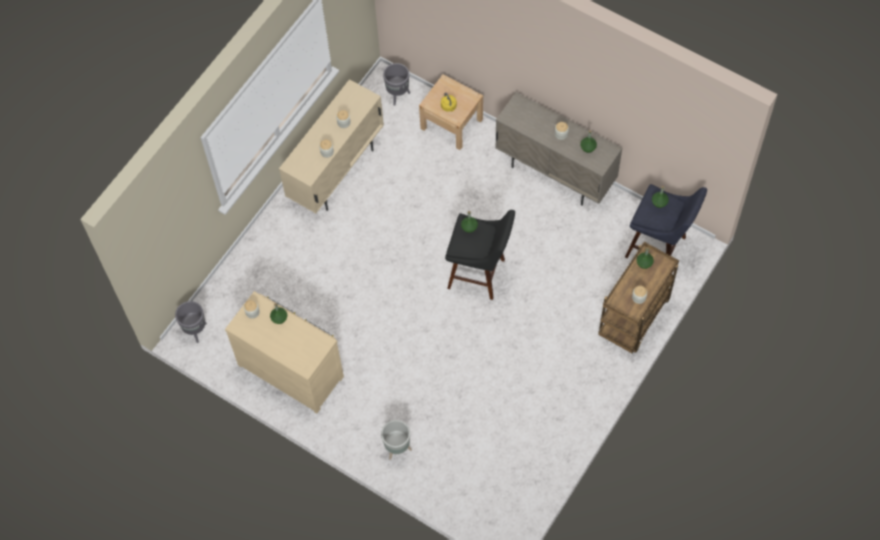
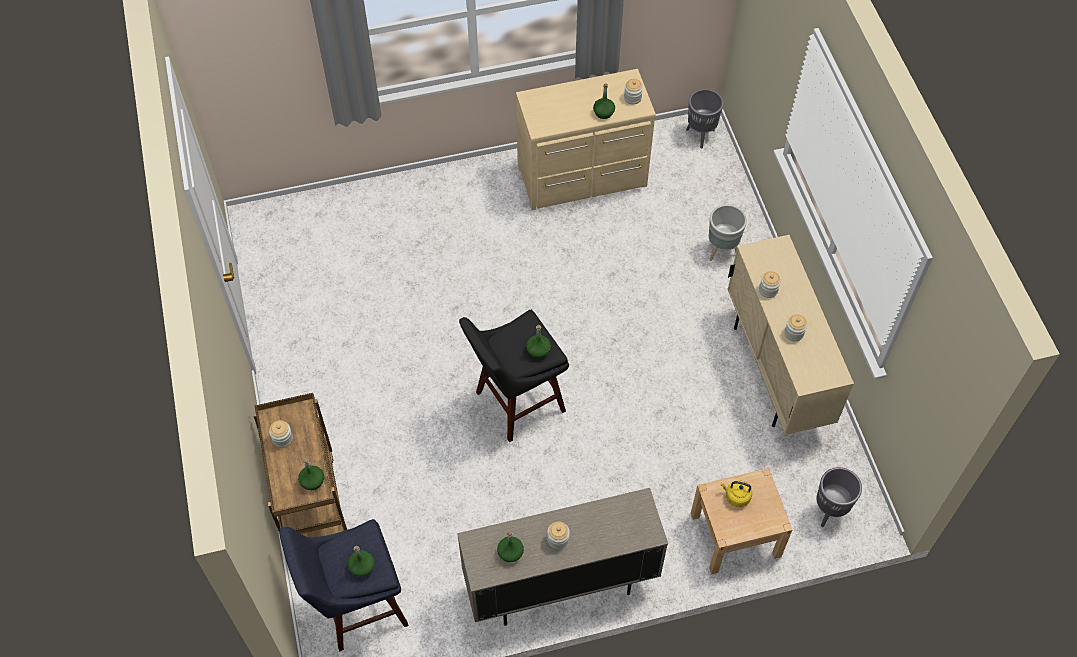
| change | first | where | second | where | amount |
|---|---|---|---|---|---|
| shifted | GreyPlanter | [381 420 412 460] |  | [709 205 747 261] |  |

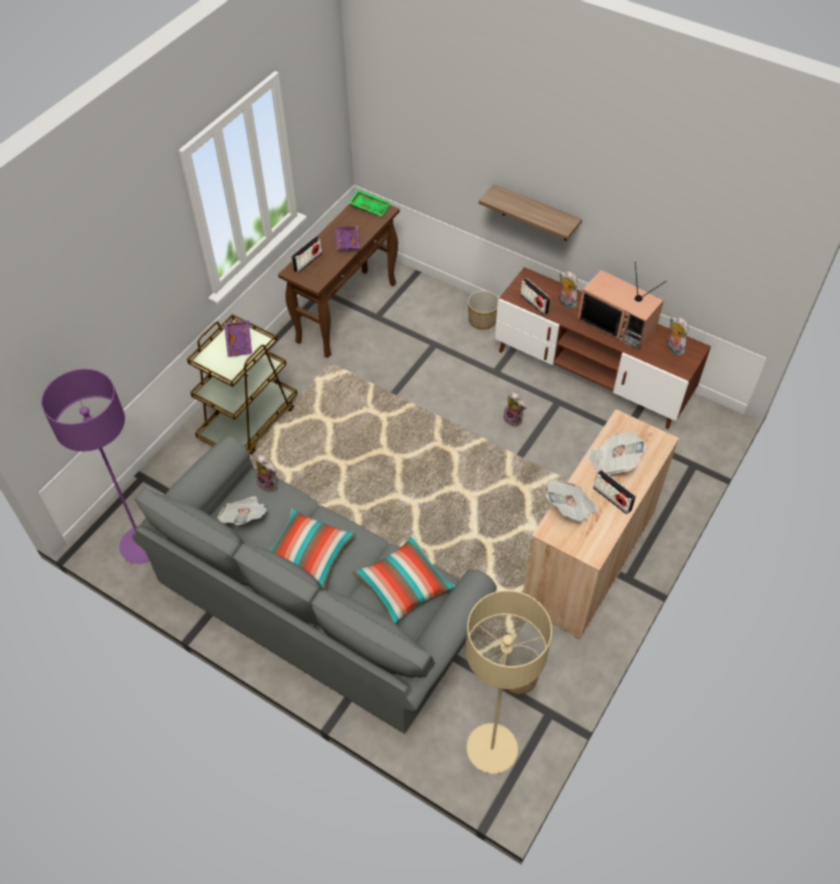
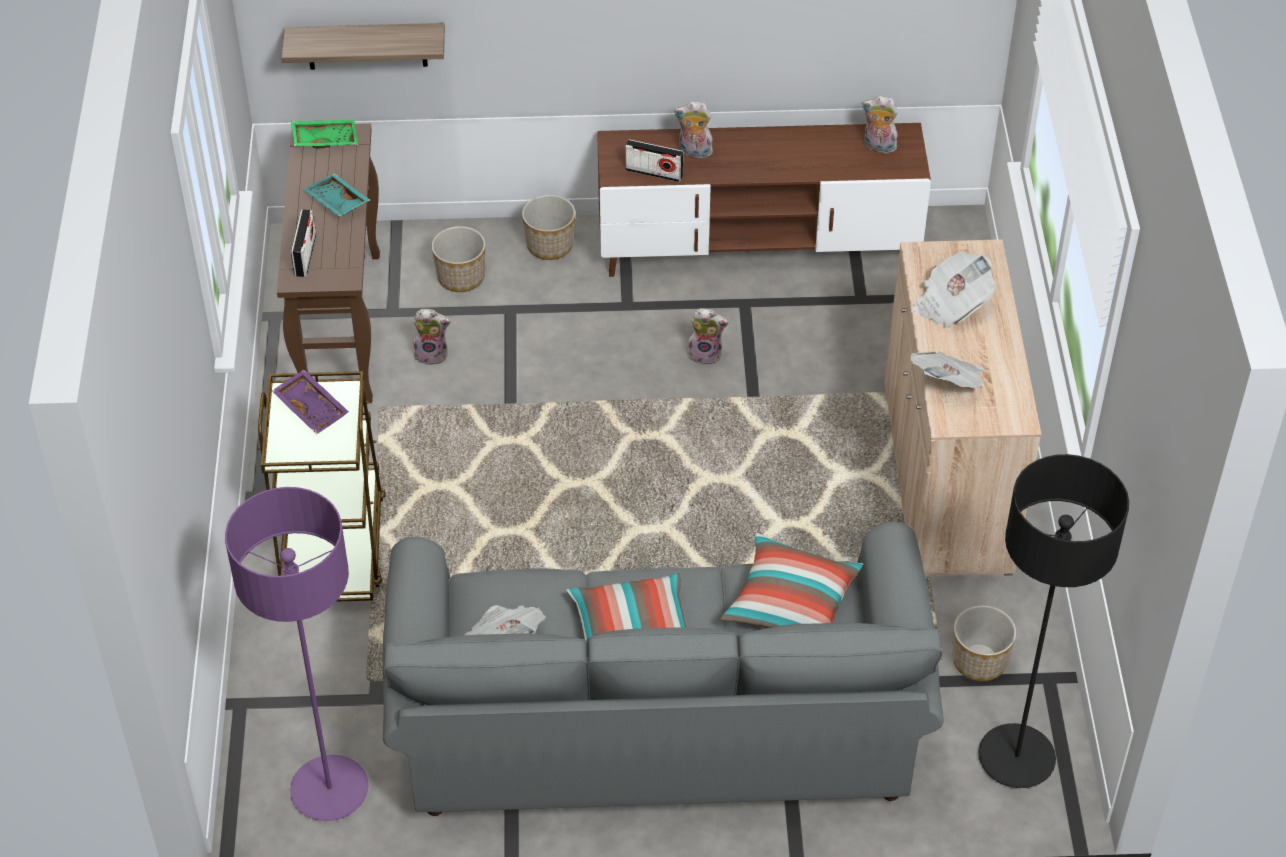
| change | first | where | second | where | amount |
|---|---|---|---|---|---|
| shifted | PlushToy | [255 455 278 492] |  | [413 309 451 365] |  |
| repainted | PurpleTray | [335 226 360 249] | TurquoiseTray | [304 173 370 217] |  |
| repainted | BeigeFloorLamp | [466 590 552 774] | BlackFloorLamp | [978 454 1129 788] |  |
| shifted | Shelf | [479 184 582 241] |  | [282 23 445 69] |  |
| gone | Television | [578 262 667 350] |  |  |  |
| gone | Radio | [593 470 636 514] |  |  |  |
| new |  |  | Planter | [431 226 486 292] |  |

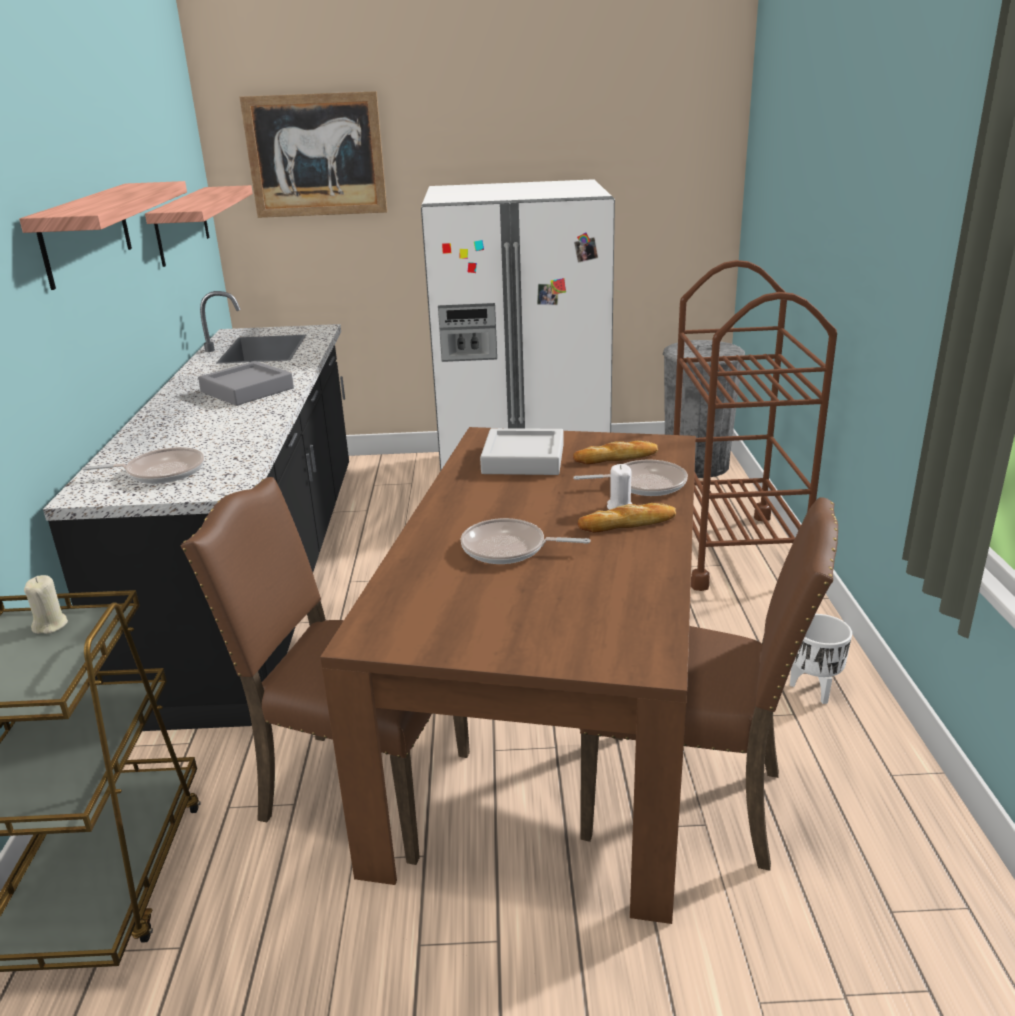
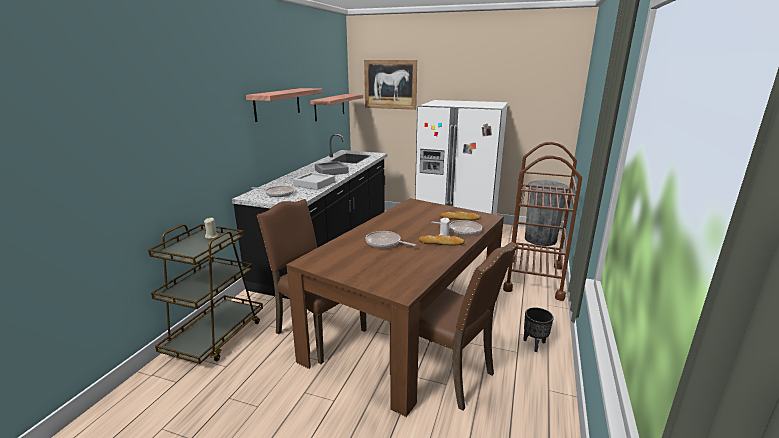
| change | first | where | second | where | amount |
|---|---|---|---|---|---|
| shifted | GreyTray | [480 428 564 475] |  | [293 172 335 190] |  |
| repainted | WhitePlanter | [790 614 852 704] | BlackPlanter | [523 307 554 352] |  |

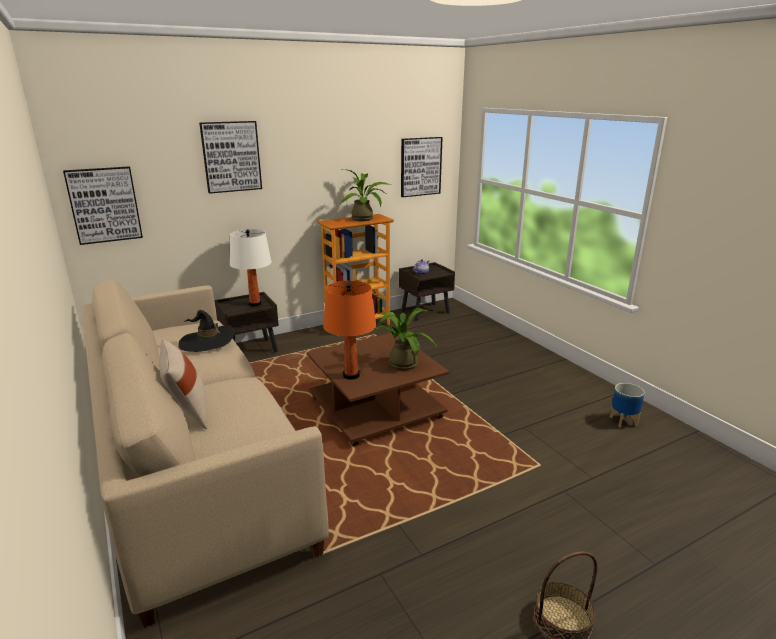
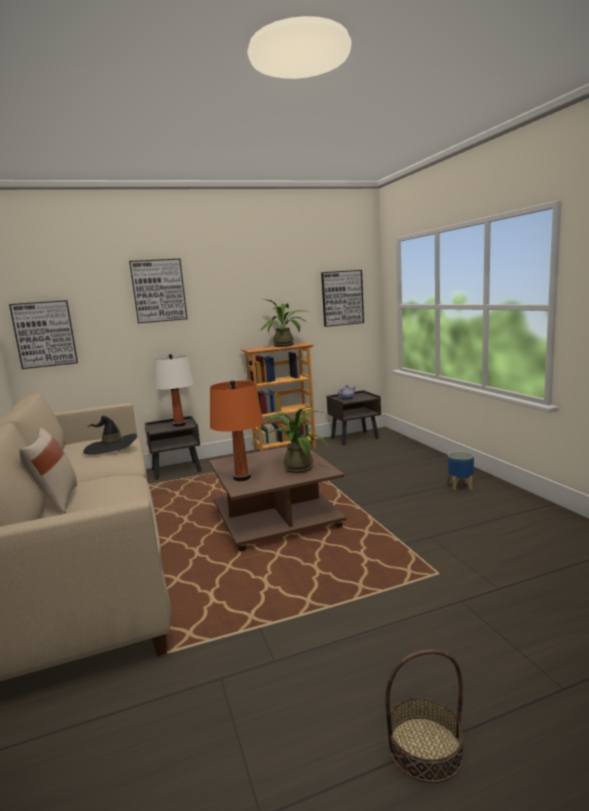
| change | first | where | second | where | amount |
|---|---|---|---|---|---|
| shifted | Planter | [610 383 645 428] |  | [448 451 474 490] |  |

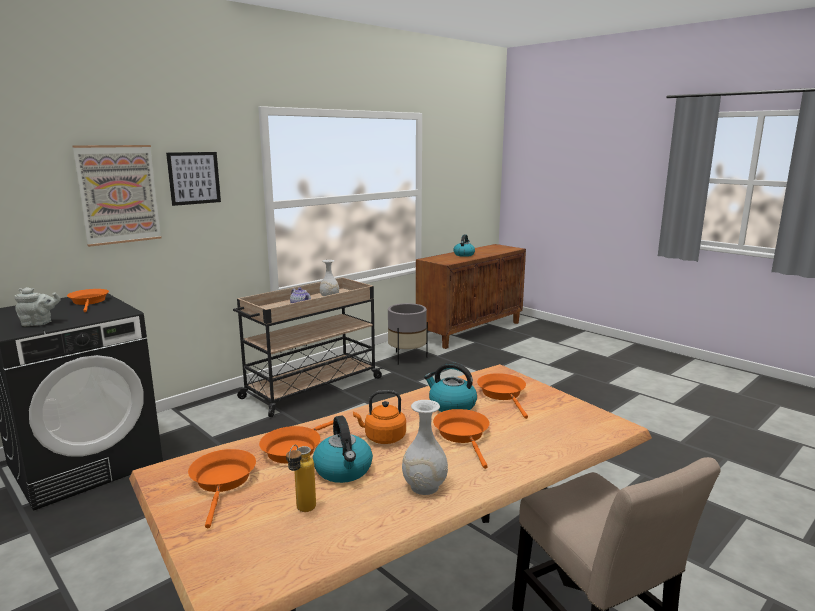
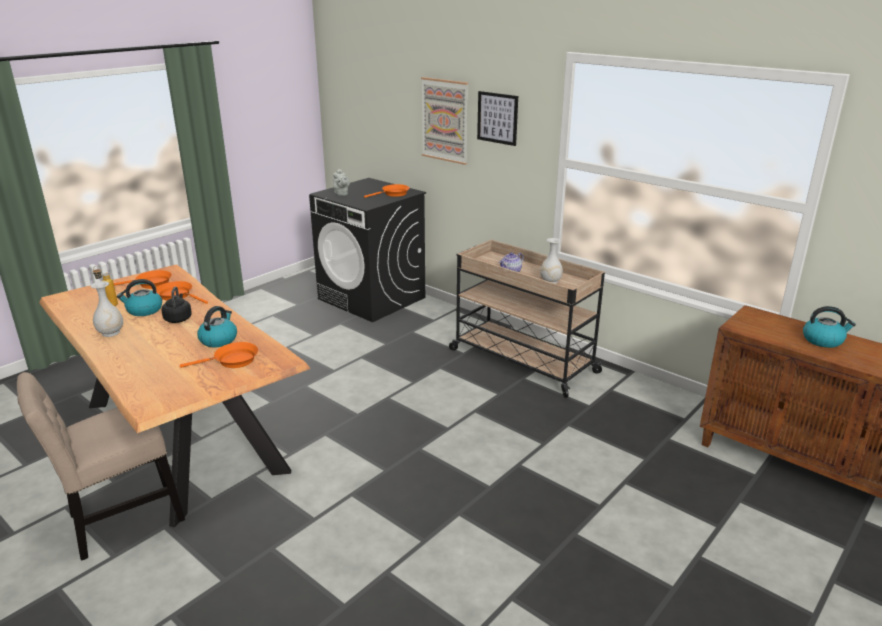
| change | first | where | second | where | amount |
|---|---|---|---|---|---|
| repainted | OrangeKettle | [353 390 406 444] | BlackKettle | [161 287 192 323] |  |
| gone | GreyPlanter | [388 303 428 365] |  |  |  |
| gone | OrangeFryingPan | [433 409 489 469] |  |  |  |

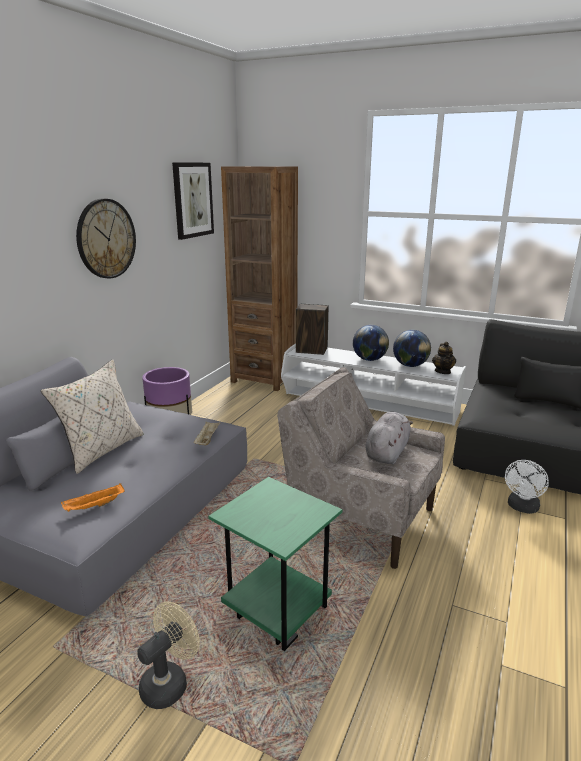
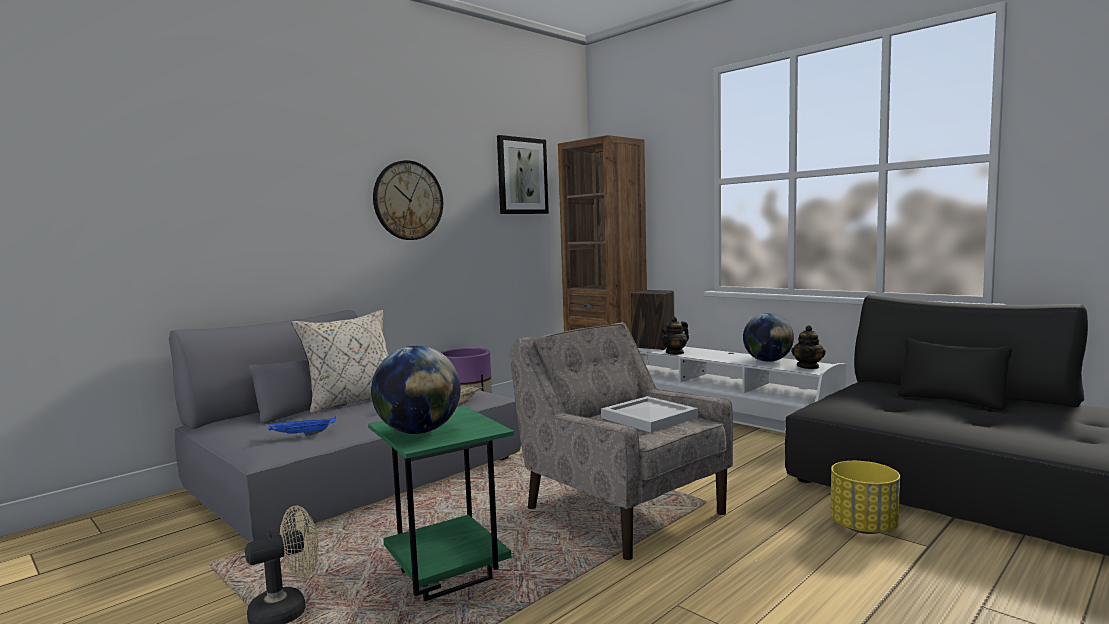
| change | first | where | second | where | amount |
|---|---|---|---|---|---|
| repainted | OrangeTray | [61 483 125 512] | BlueTray | [268 416 336 436] |  |
| shifted | Globe | [353 325 389 361] |  | [371 346 461 434] |  |
| swapped | GreyPlushToy | [365 412 413 465] | WhiteTray | [601 396 698 433] |  |
| swapped | WhiteFan | [505 460 549 514] | YellowPlanter | [830 461 900 534] |  |
| new |  |  | Teapot | [660 316 689 355] |  |

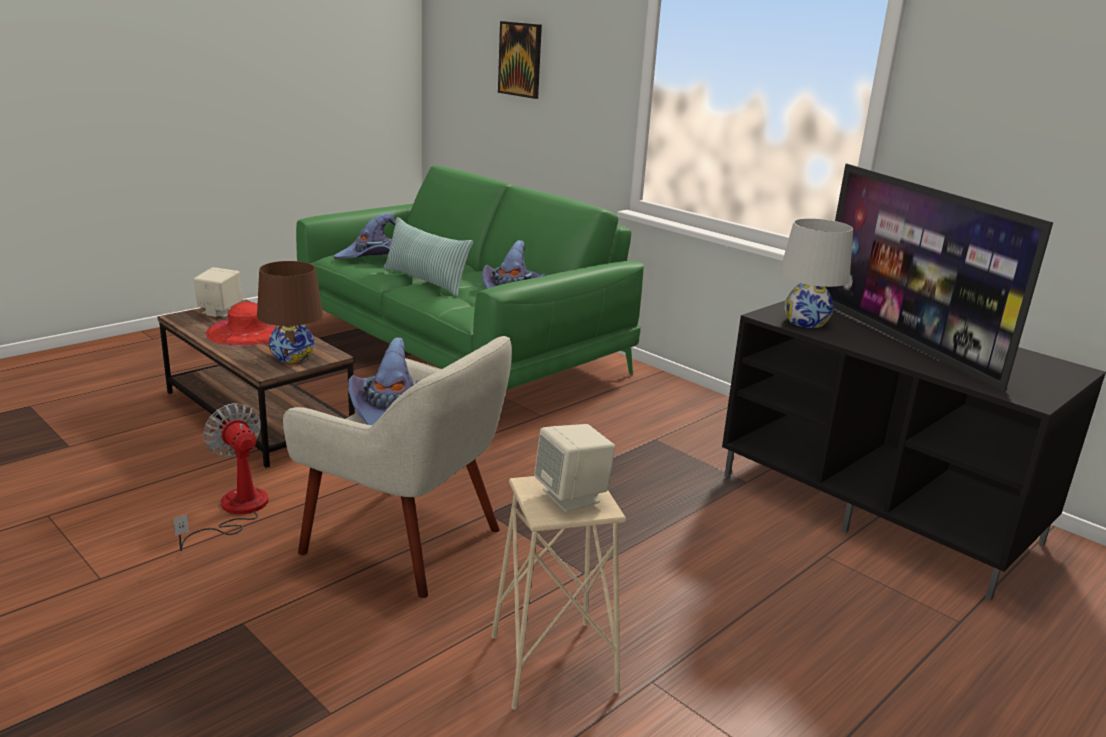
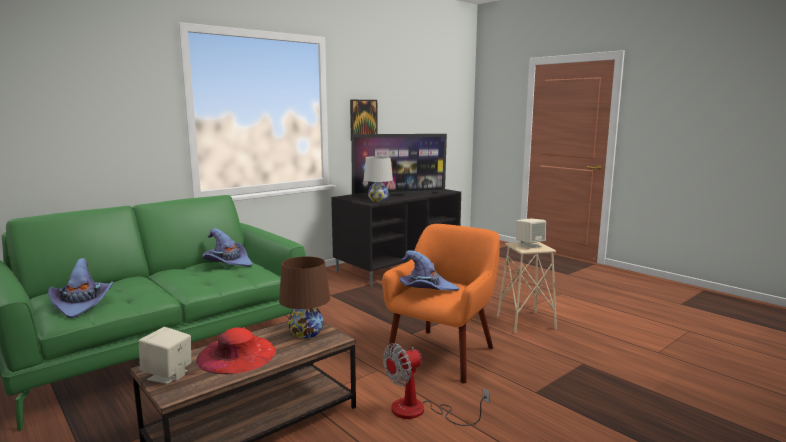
| change | first | where | second | where | amount |
|---|---|---|---|---|---|
| repainted | BeigeArmchair | [283 336 512 598] | OrangeArmchair | [382 224 500 383] |  |
| gone | Pillow | [383 217 473 297] |  |  |  |
| shifted | Picture | [498 21 542 99] |  | [350 100 378 134] |  |

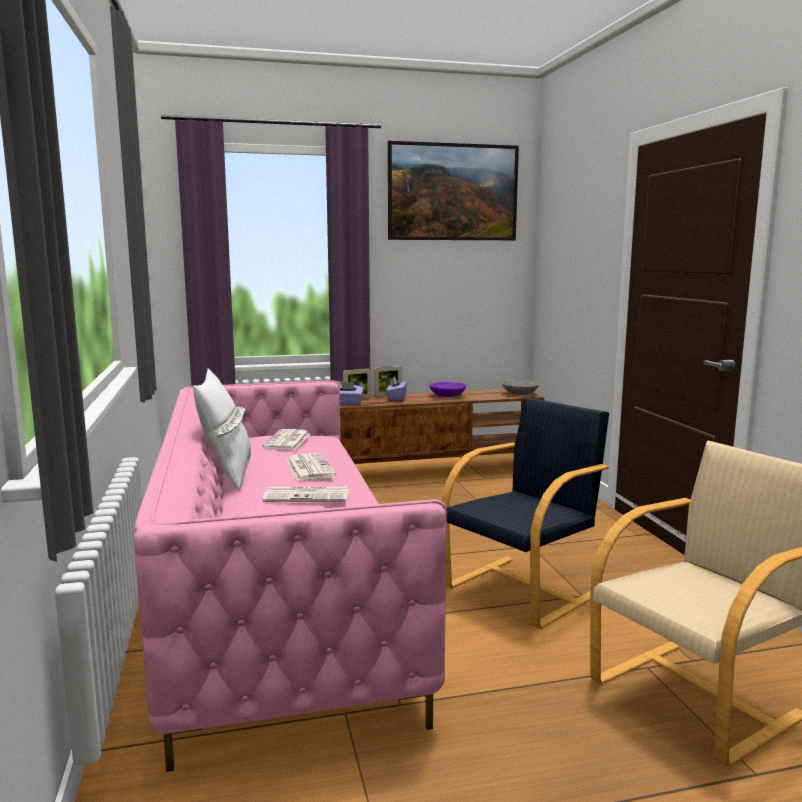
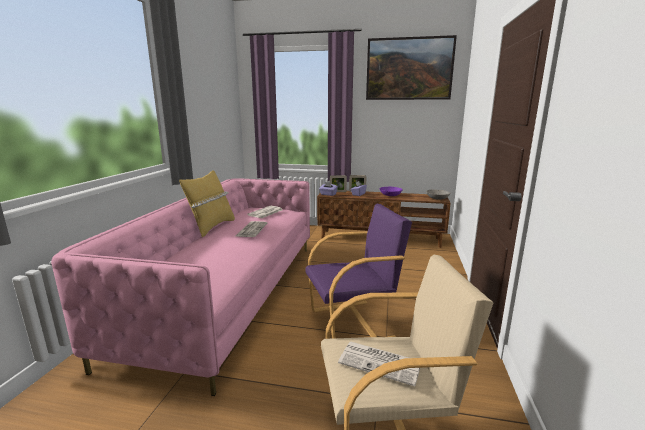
| change | first | where | second | where | amount |
|---|---|---|---|---|---|
| repainted | WhitePillow | [193 368 251 491] | YellowPillow | [179 170 235 237] |  |
| shifted | Newspaper | [262 487 349 502] |  | [338 342 420 386] |  |
| repainted | BlackArmchair | [441 397 609 629] | PurpleArmchair | [306 204 412 339] |  |

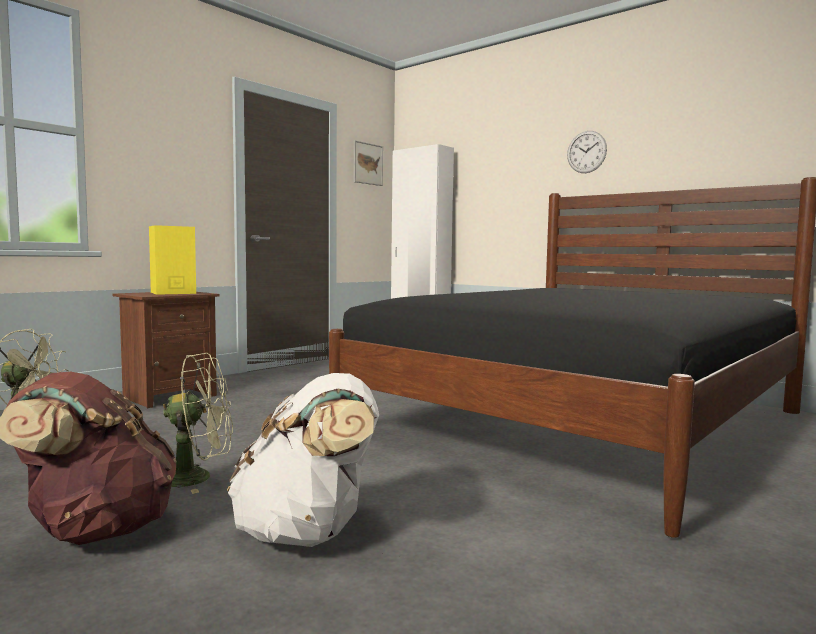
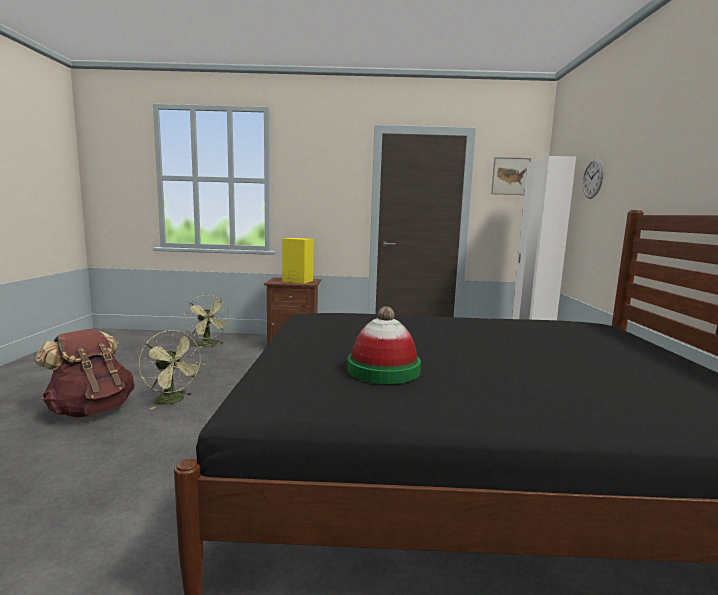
| change | first | where | second | where | amount |
|---|---|---|---|---|---|
| gone | WhiteBackpack | [227 373 379 547] |  |  |  |
| shifted | WallClock | [567 131 607 173] |  | [582 158 604 199] |  |
| new |  |  | Hat | [347 306 421 384] |  |

